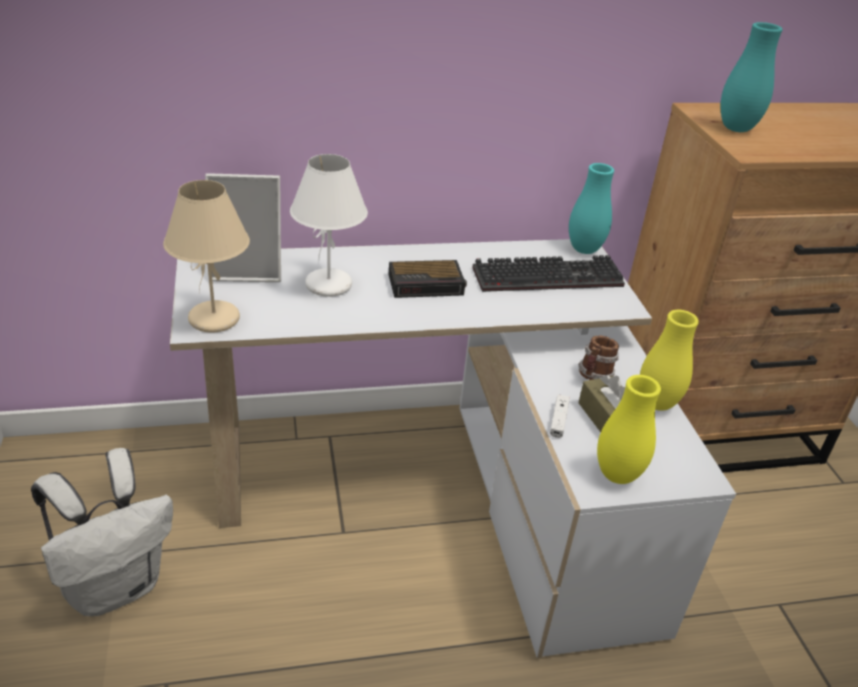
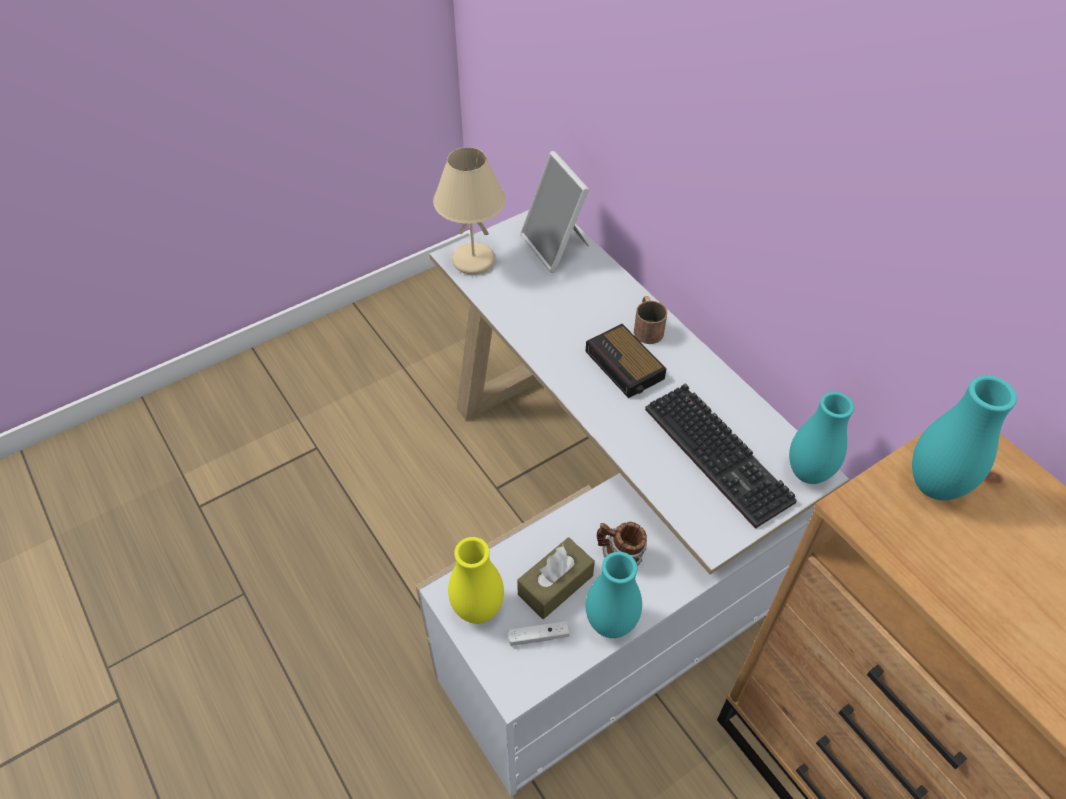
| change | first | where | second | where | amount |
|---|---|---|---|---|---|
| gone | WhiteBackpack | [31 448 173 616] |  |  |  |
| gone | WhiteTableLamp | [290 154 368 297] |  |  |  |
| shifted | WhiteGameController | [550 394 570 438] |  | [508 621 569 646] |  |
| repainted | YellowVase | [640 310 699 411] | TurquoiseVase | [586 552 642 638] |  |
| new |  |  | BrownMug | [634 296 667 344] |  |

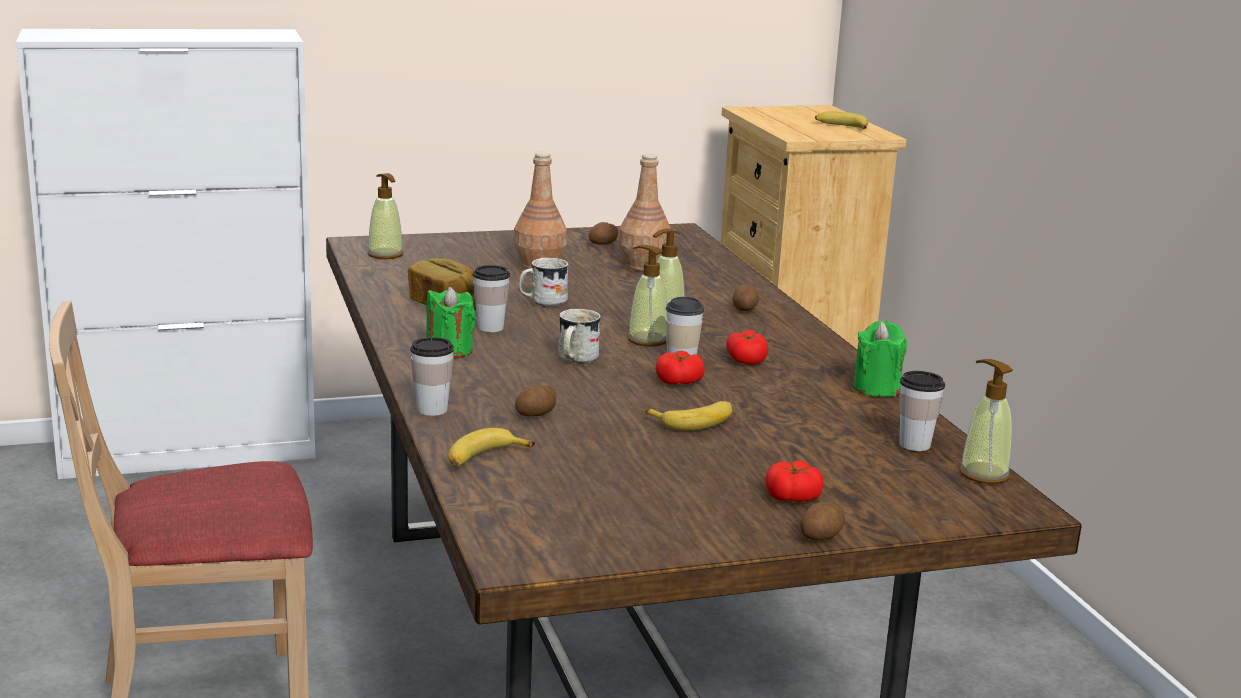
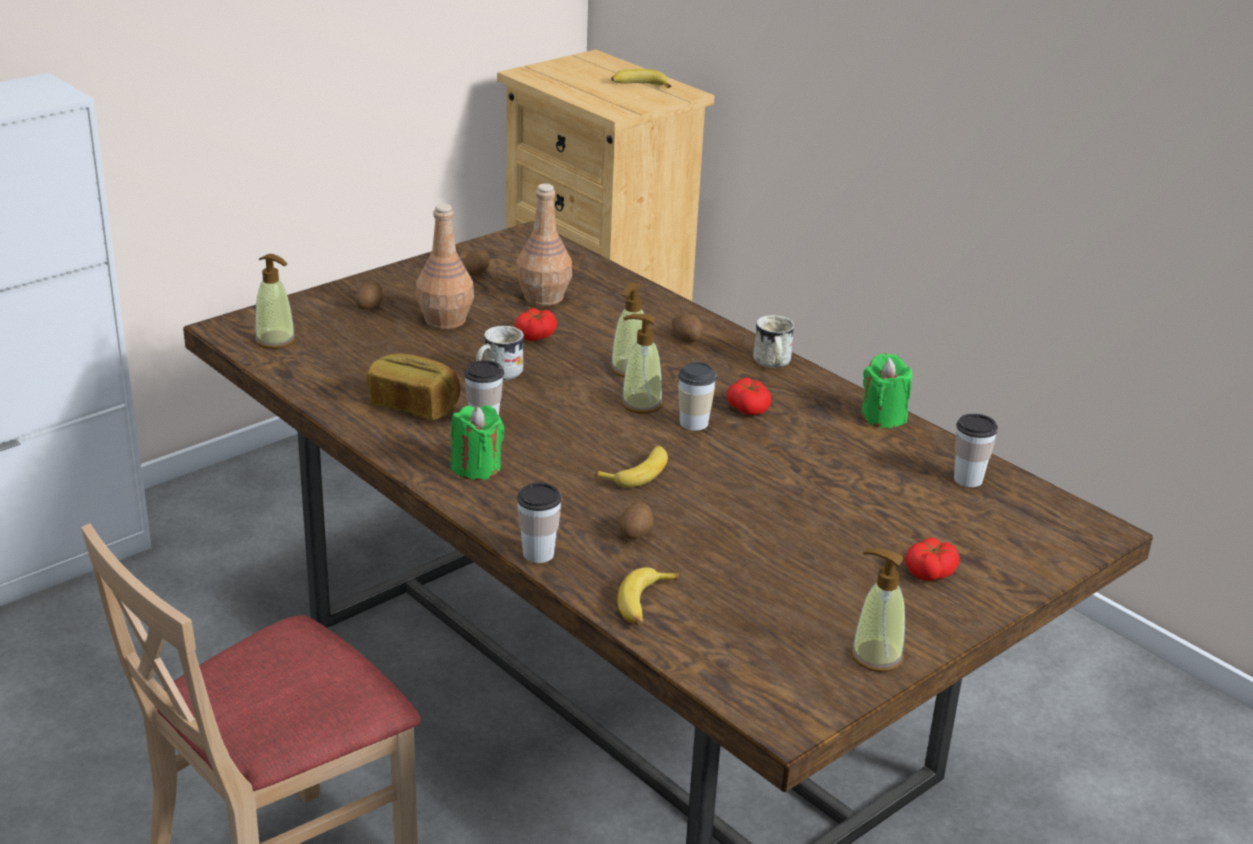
| change | first | where | second | where | amount |
|---|---|---|---|---|---|
| shifted | WhiteMug | [558 309 601 364] |  | [753 315 795 368] |  |
| shifted | Banana | [645 401 733 430] |  | [594 445 668 487] |  |
| shifted | Tomato | [656 351 705 385] |  | [514 308 557 341] |  |
| shifted | Potato | [800 501 845 540] |  | [355 282 383 310] |  |
| shifted | SoapDispenser | [959 359 1013 484] |  | [851 548 905 672] |  |

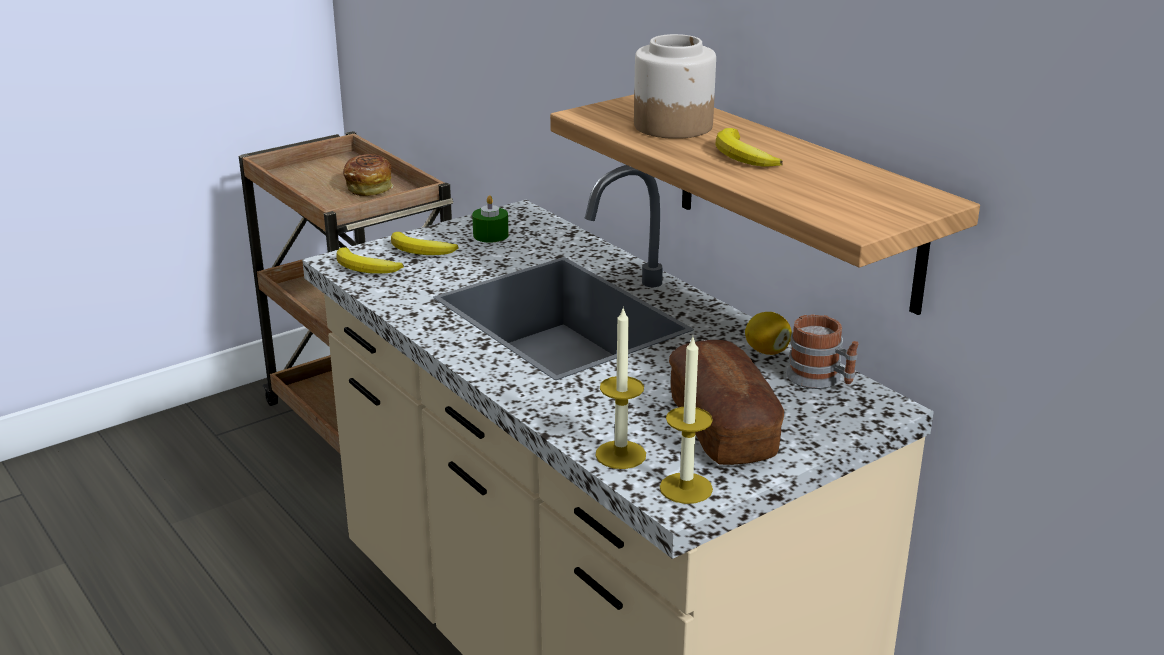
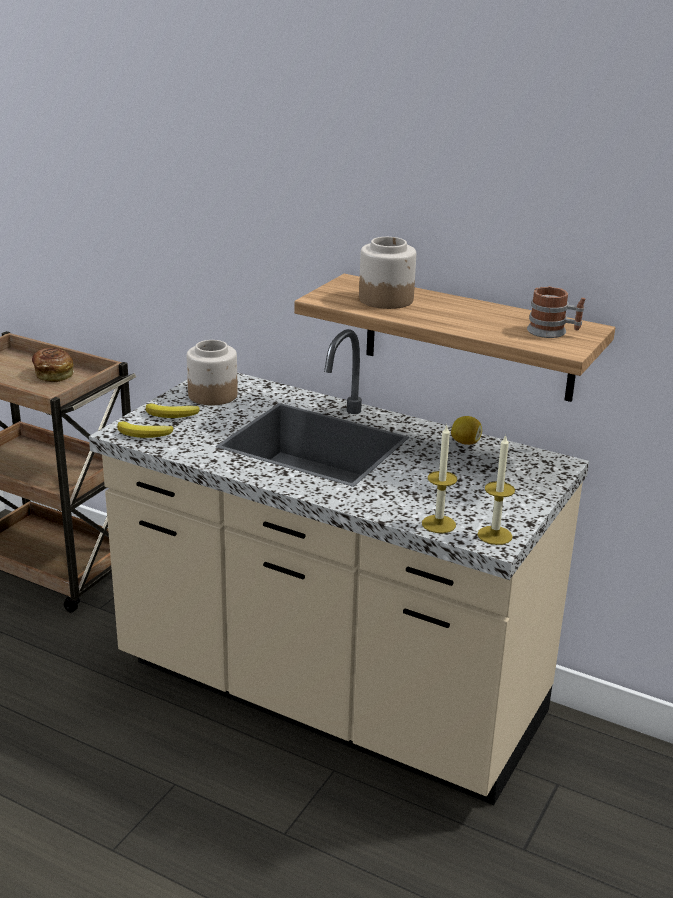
| change | first | where | second | where | amount |
|---|---|---|---|---|---|
| swapped | GreenCandle | [472 195 509 242] | Jar | [187 340 238 405] |  |
| gone | Bread | [669 340 784 465] |  |  |  |
| gone | Banana | [716 128 783 167] |  |  |  |
| shifted | Mug | [786 314 858 389] |  | [527 286 585 338] |  |

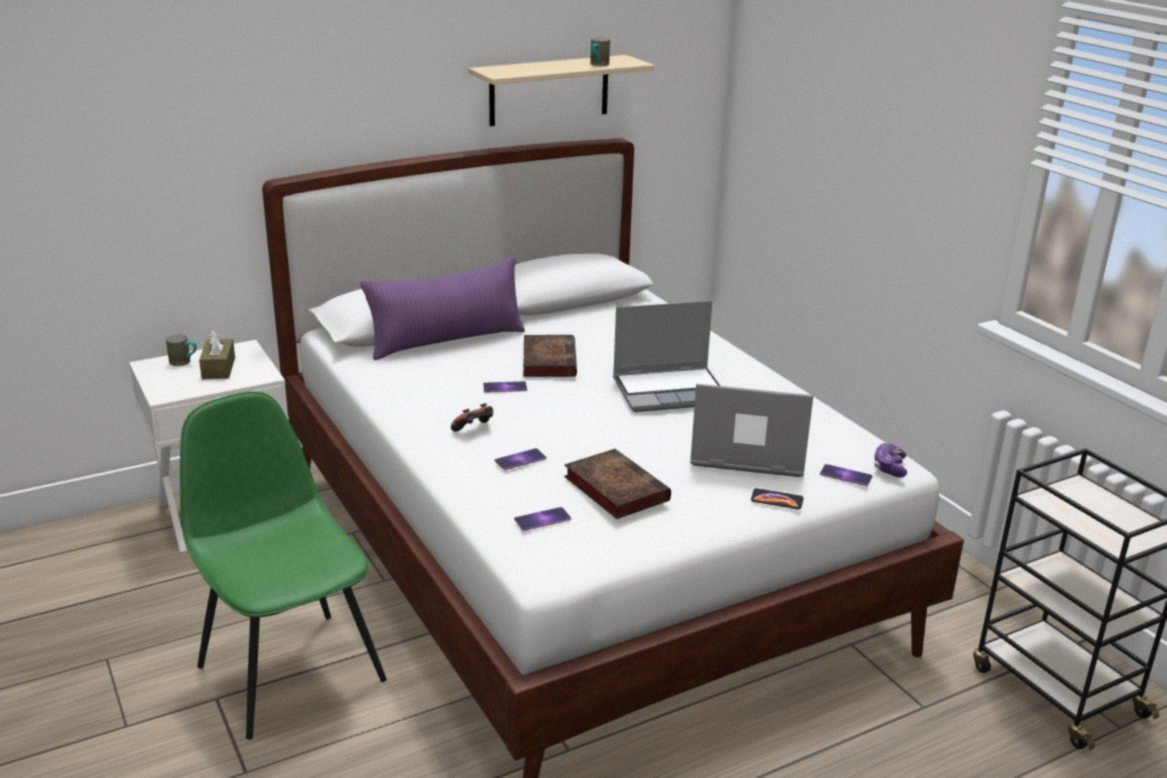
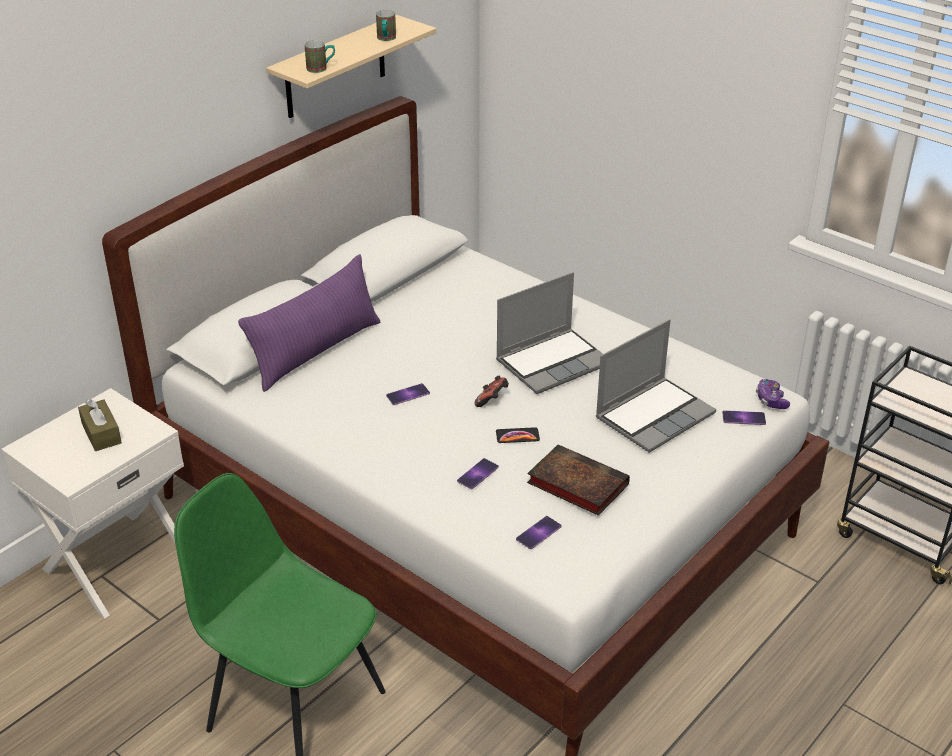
| change | first | where | second | where | amount |
|---|---|---|---|---|---|
| shifted | Mug | [166 334 197 366] |  | [305 40 335 73] |  |
| shifted | GameController | [451 403 493 432] |  | [475 376 509 407] |  |
| gone | Book | [523 335 577 377] |  |  |  |
| rotated | Laptop | [690 384 813 477] |  | [595 319 716 453] | 150 degrees clockwise |
| shifted | Phone | [751 488 804 509] |  | [496 427 540 443] |  |

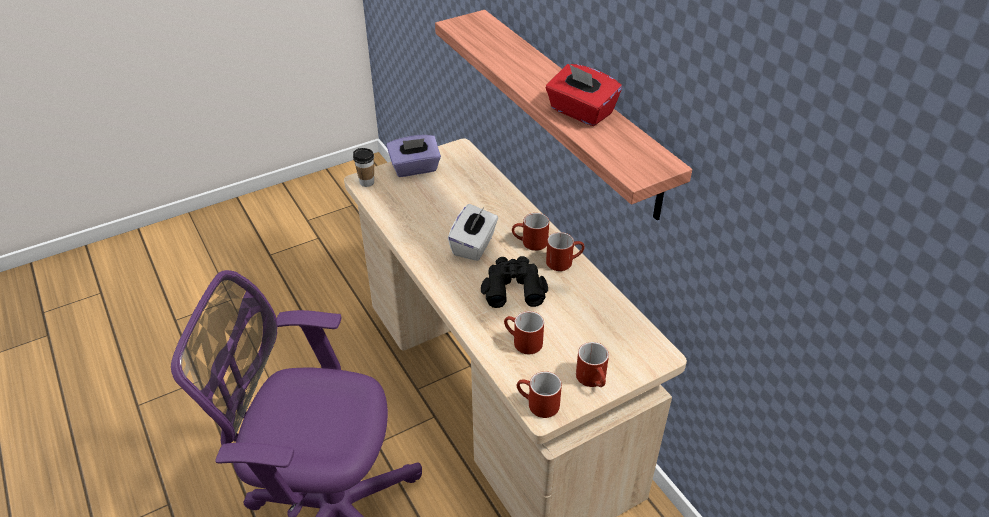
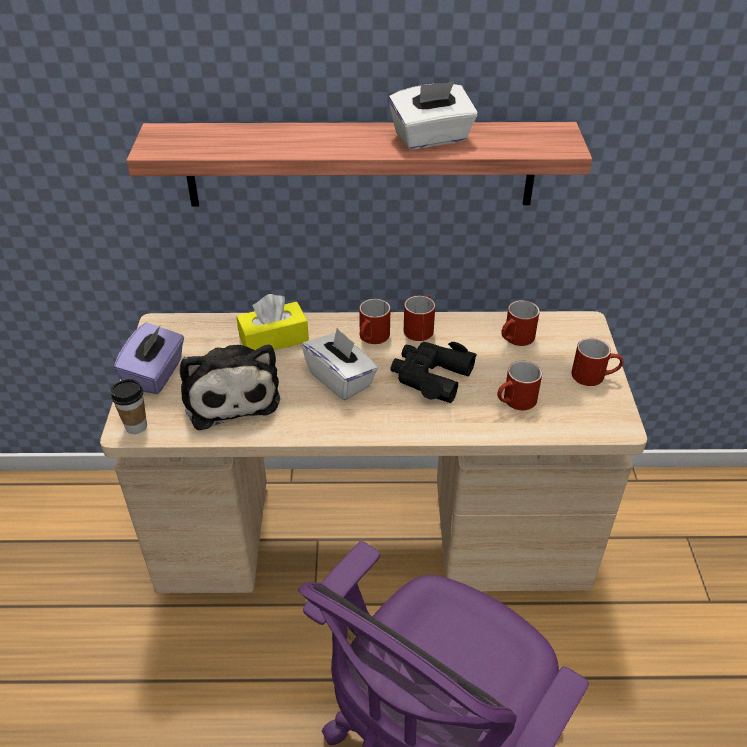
| change | first | where | second | where | amount |
|---|---|---|---|---|---|
| shifted | RedMug | [517 371 562 418] |  | [501 300 540 346] |  |
| repainted | RedTissueBox | [546 64 622 126] | WhiteTissueBox | [389 81 478 150] |  |
| new |  |  | PlushToy | [180 344 280 430] |  |
| new |  |  | YellowTissueBox | [236 294 309 350] |  |

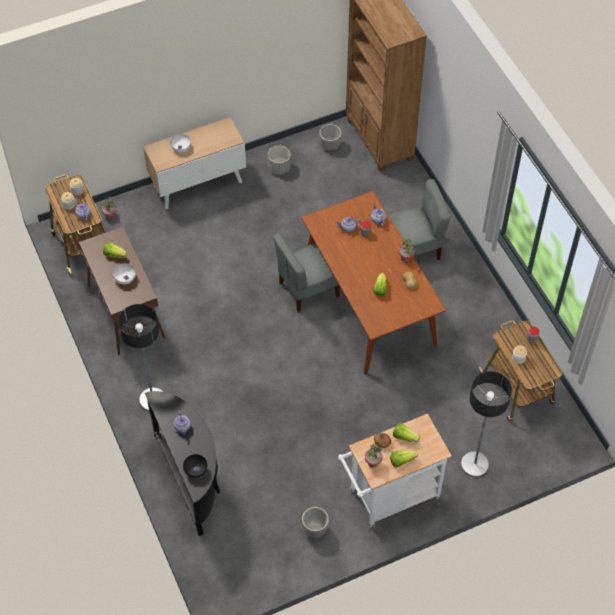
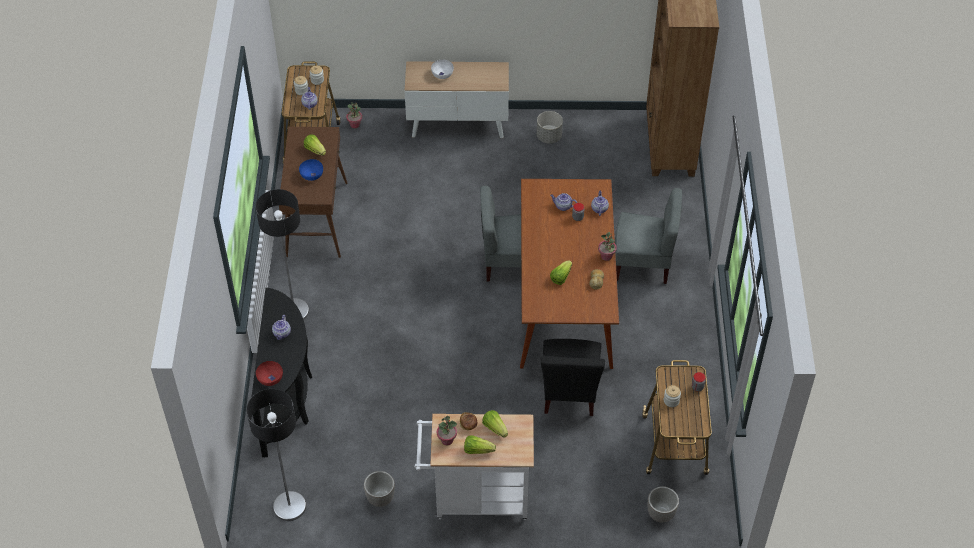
| change | first | where | second | where | amount |
|---|---|---|---|---|---|
| repainted | WhiteBowl | [113 264 135 284] | BlueBowl | [299 159 323 181] |  |
| repainted | BlackBowl | [183 454 207 478] | RedBowl | [256 361 283 386] |  |
| shifted | Planter | [319 124 342 151] |  | [648 486 679 523] |  |
| shifted | FloorLamp | [461 371 512 477] |  | [246 389 306 521] |  |
| new |  |  | BlackChair | [541 339 605 416] |  |

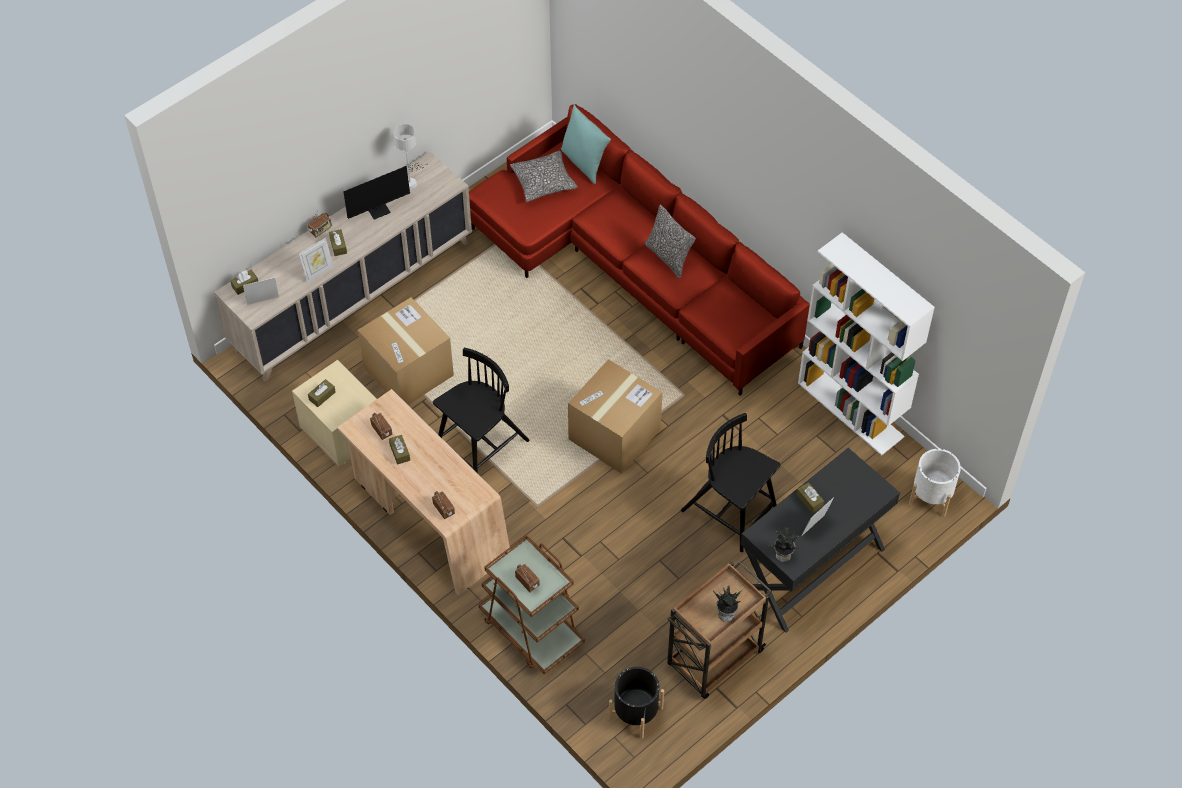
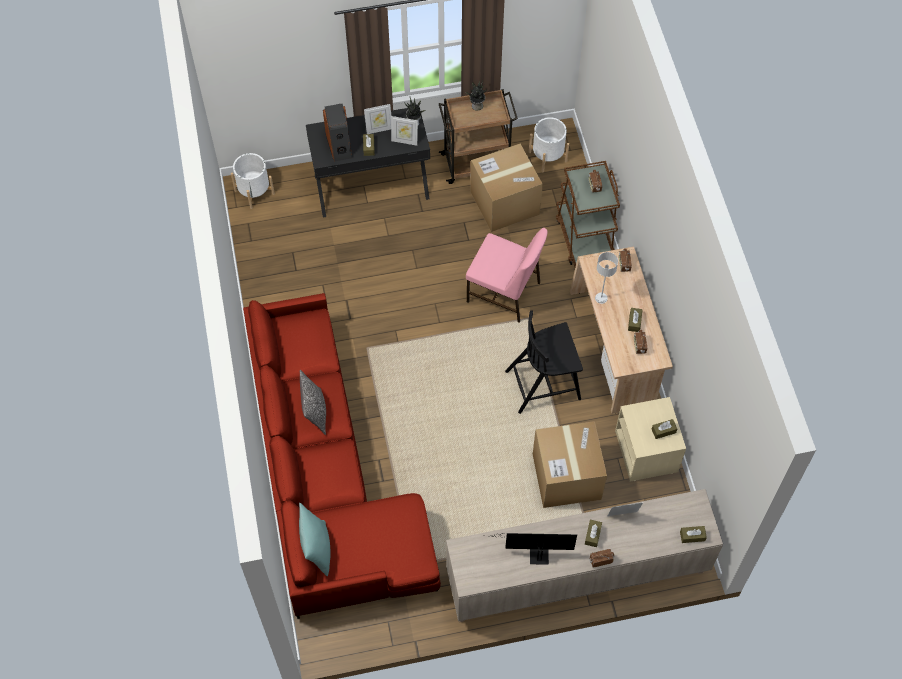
| change | first | where | second | where | amount |
|---|---|---|---|---|---|
| shifted | PictureFrame | [243 277 279 305] |  | [391 116 418 146] |  |
| shifted | GreyTableLamp | [393 124 417 189] |  | [595 252 618 304] |  |
| gone | Pillow | [510 150 578 202] |  |  |  |
| shifted | CardboardBox | [568 359 663 474] |  | [470 144 543 232] |  |
| repainted | BlackPlanter | [609 667 664 739] | WhitePlanter | [529 117 569 172] |  |
| gone | BlackChair | [681 413 781 552] |  |  |  |
| gone | WhiteBookcase | [798 232 935 456] |  |  |  |
| new |  |  | Speaker | [323 104 352 162] |  |
| new |  |  | PinkChair | [466 228 547 323] |  |

